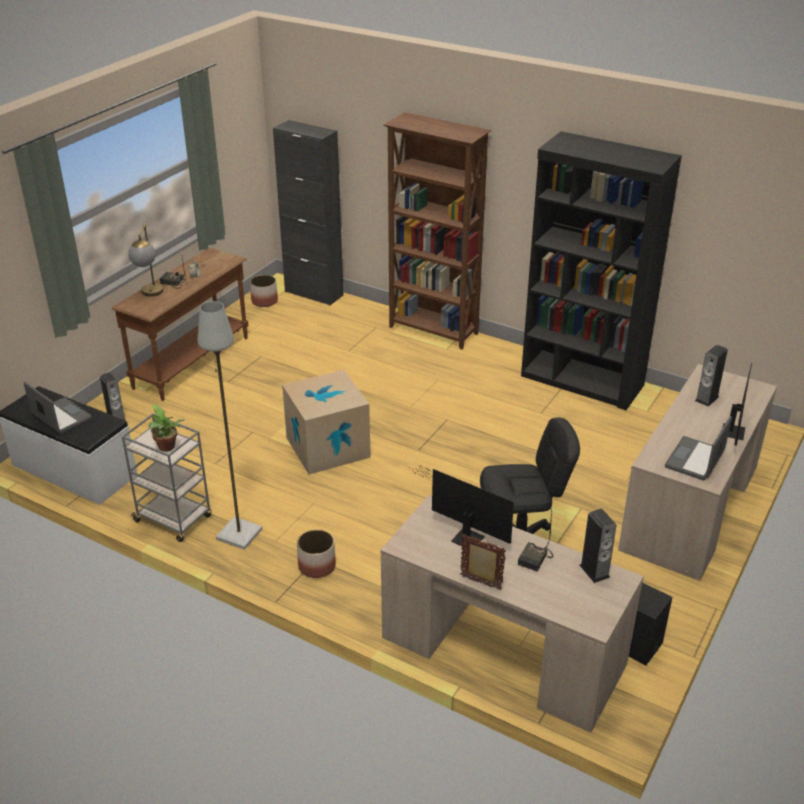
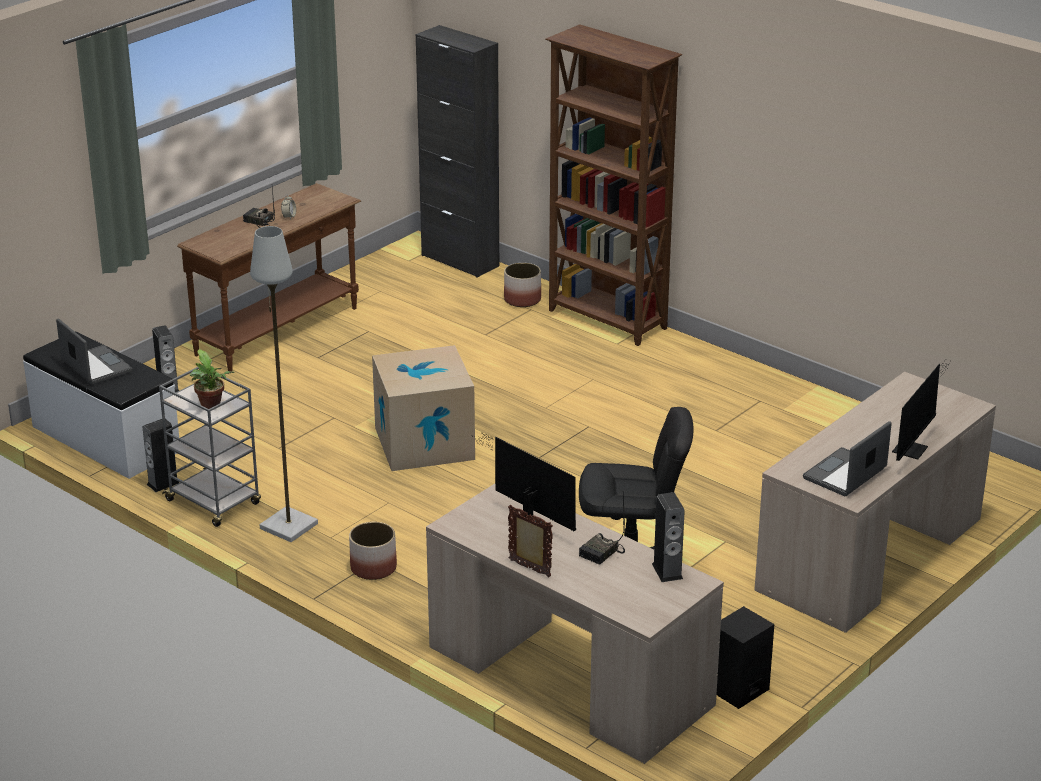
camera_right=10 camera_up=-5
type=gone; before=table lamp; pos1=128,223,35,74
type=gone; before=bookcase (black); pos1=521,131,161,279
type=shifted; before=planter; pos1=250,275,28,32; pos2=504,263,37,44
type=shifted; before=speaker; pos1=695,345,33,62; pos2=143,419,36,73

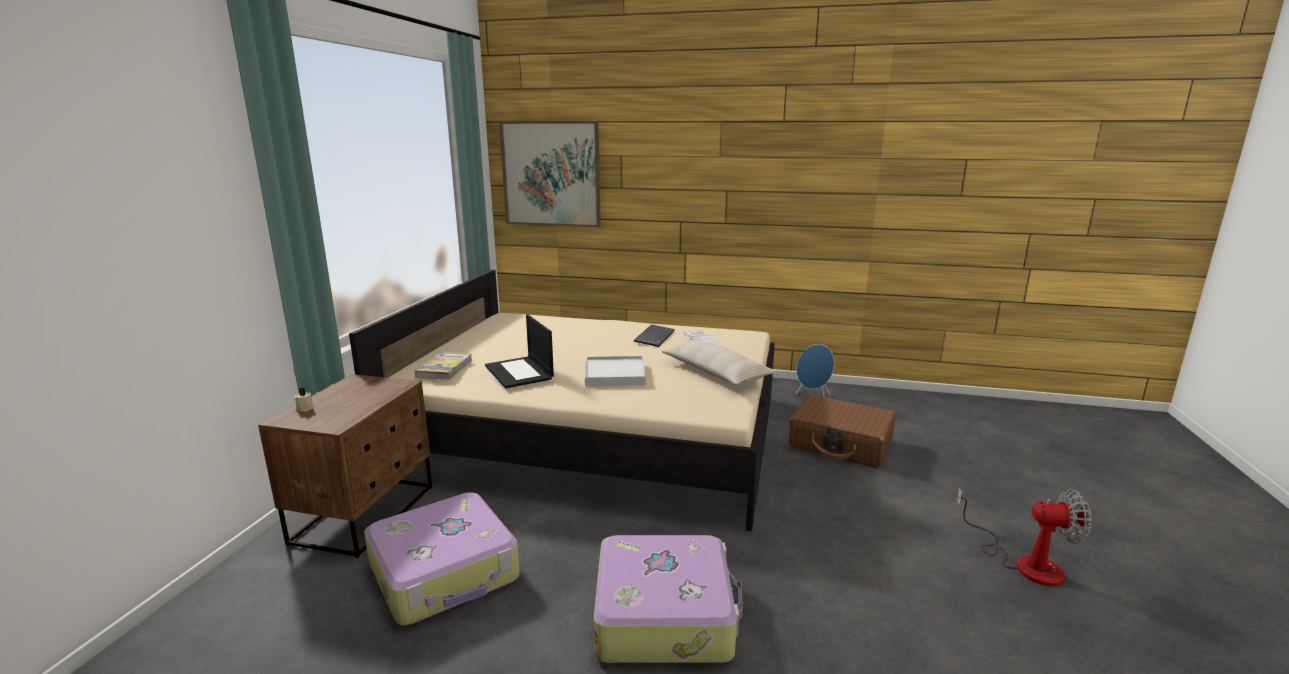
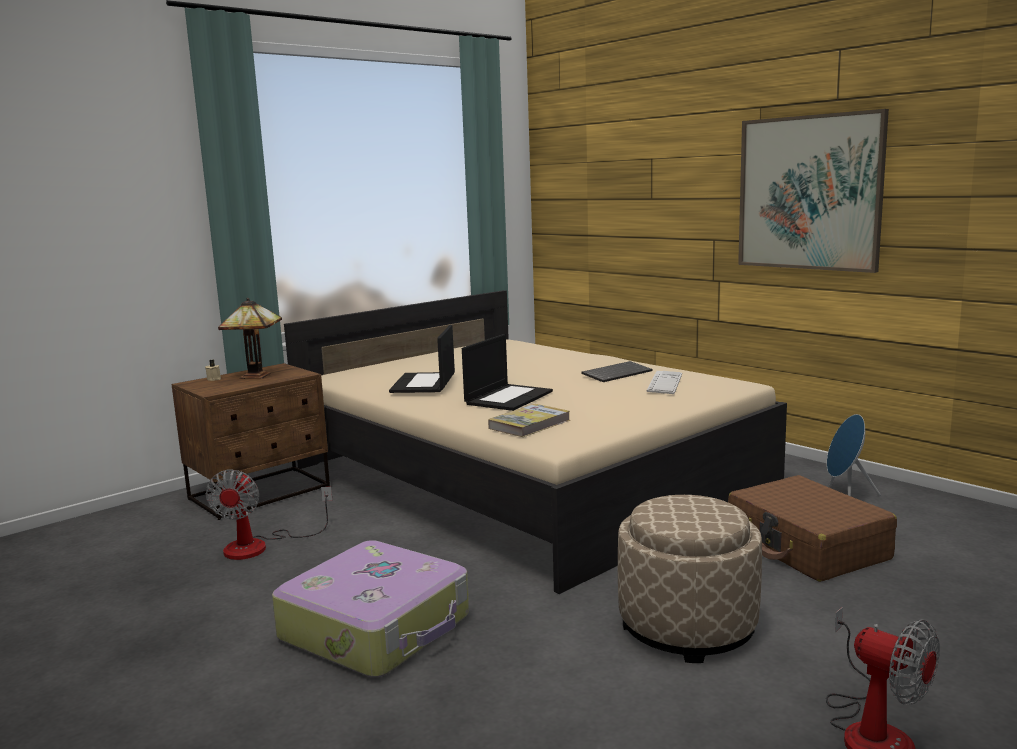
camera_right=35 camera_up=-5
type=gone; before=pillow (beige); pos1=661,340,115,45
type=new; after=table lamp; pos2=218,298,64,81
type=new; after=ottoman (beige); pos2=618,495,144,168
type=shifted; before=book; pos1=415,352,58,28; pos2=488,404,82,33
type=shifted; before=picture; pos1=499,121,102,106; pos2=738,109,151,164
type=swapped; before=suitcase; after=fan; pos1=364,492,156,133; pos2=206,469,126,91
type=swapped; before=tray (white); after=laptop; pos1=585,356,61,30; pos2=462,334,91,77

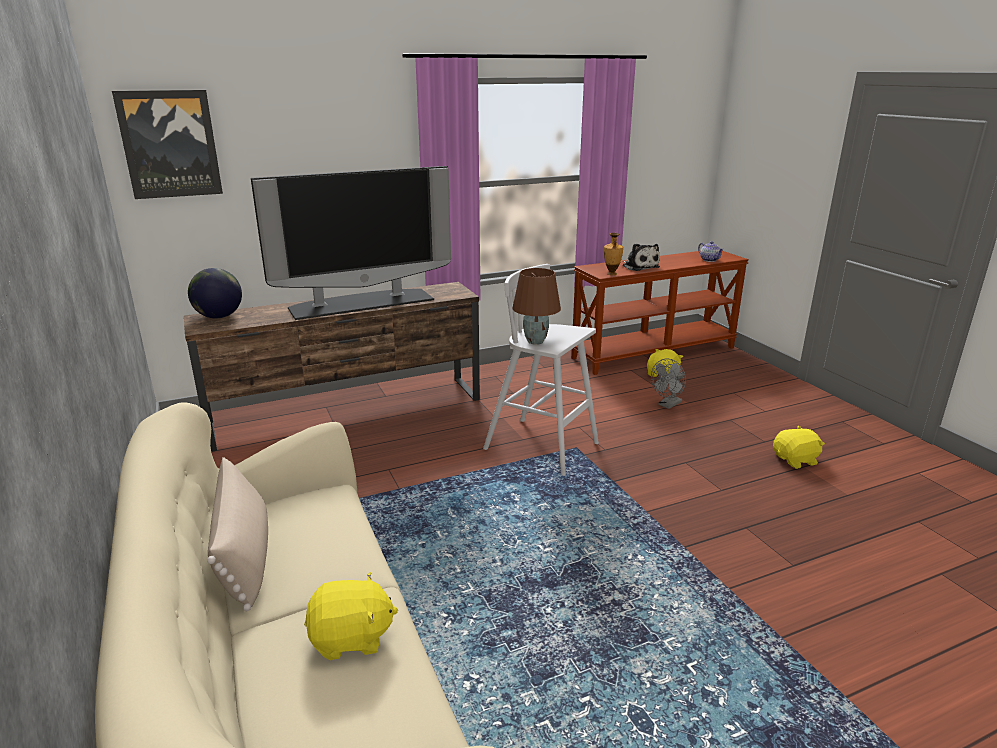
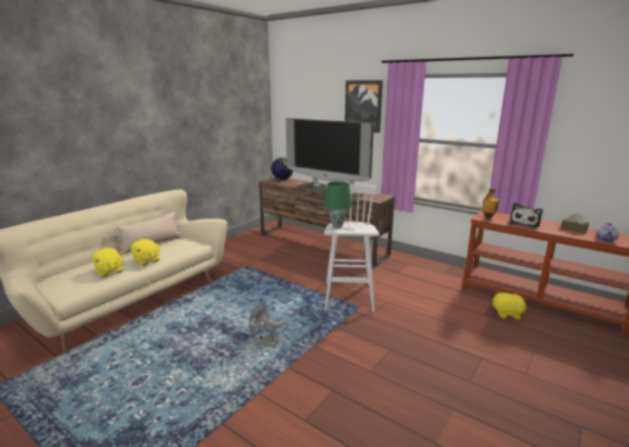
camera_right=60 camera_up=-5
type=new; after=tissue box (brown); pos2=561,213,28,20
type=shifted; before=picture; pos1=112,90,111,109; pos2=345,80,38,53
type=shifted; before=fan (grey); pos1=651,359,35,50; pos2=249,302,32,45
type=shifted; before=plush toy (yellow); pos1=773,425,52,44; pos2=131,239,30,27
type=repainted; before=table lamp (brown); after=table lamp (green); pos1=513,268,48,77; pos2=323,181,29,47

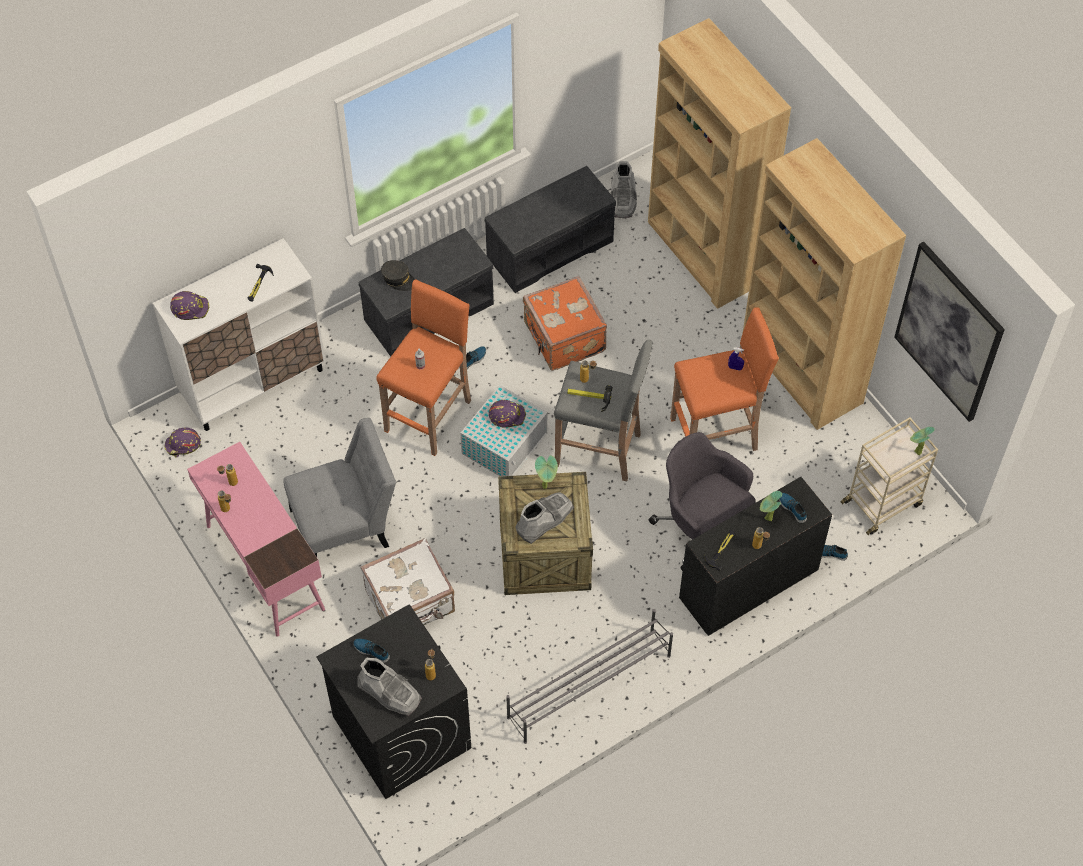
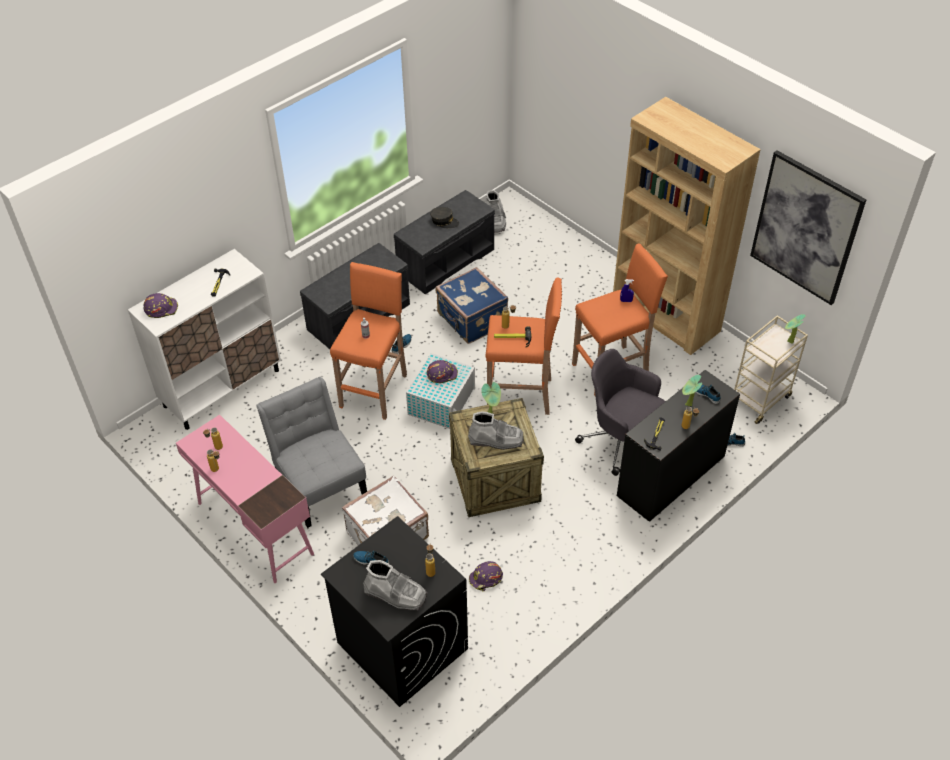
camera_right=-10 camera_up=-10
type=gone; before=shoe rack (grey); pos1=506,609,167,135
type=gone; before=bookcase (brown); pos1=648,18,143,291
type=shifted; before=hard hat (purple); pos1=164,428,37,30; pos2=469,561,34,30
type=shifted; before=cap (grey); pos1=381,260,34,31; pos2=430,207,29,21
type=repainted; before=suitcase (orange); after=suitcase (blue); pos1=523,276,84,95; pos2=436,267,72,77
type=repainted; before=stool (grey); after=stool (orange); pos1=554,340,99,141; pos2=486,277,76,138
type=rotated; before=chair (grey); pos1=283,418,113,139; pos2=256,377,111,151; turn=-90
type=rotated; before=boot (grey); pos1=515,492,59,52; pos2=468,411,56,39; turn=60

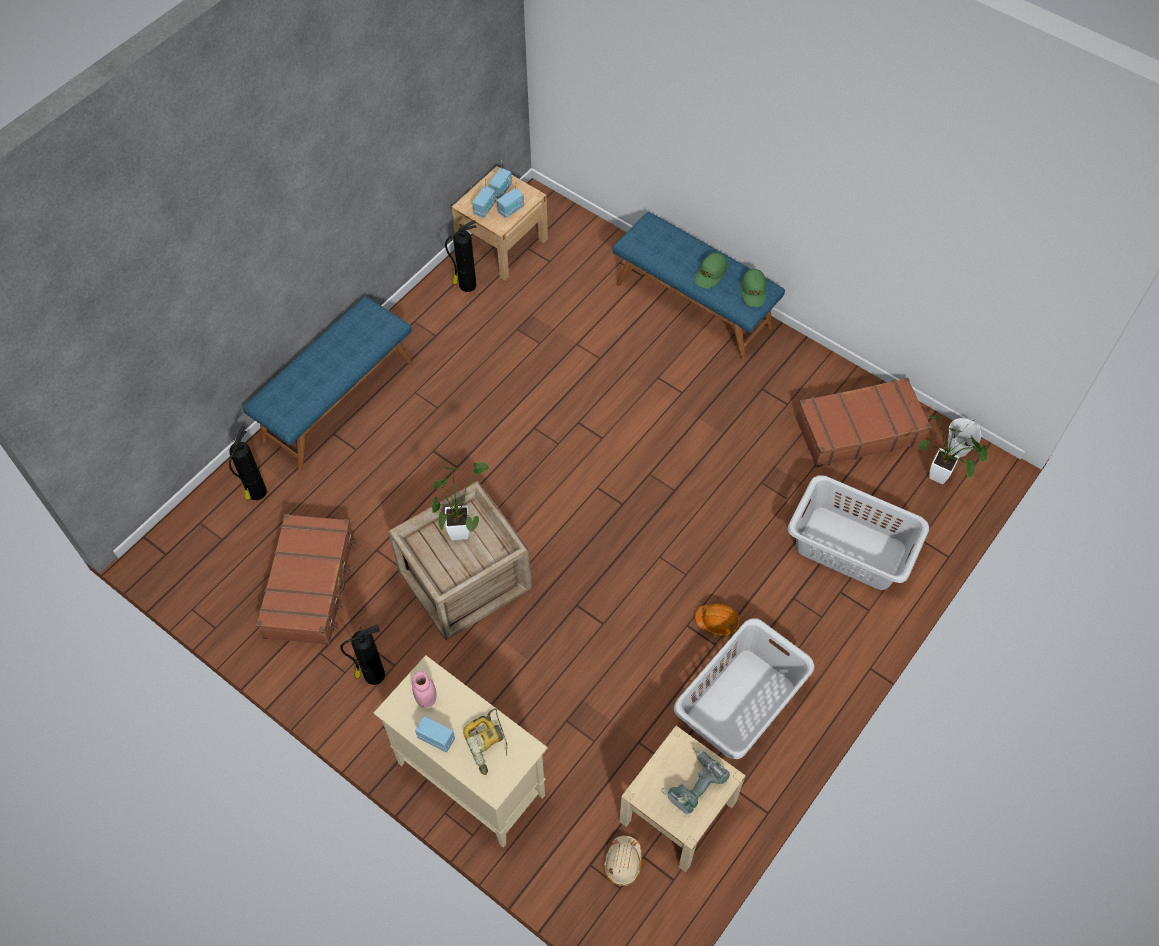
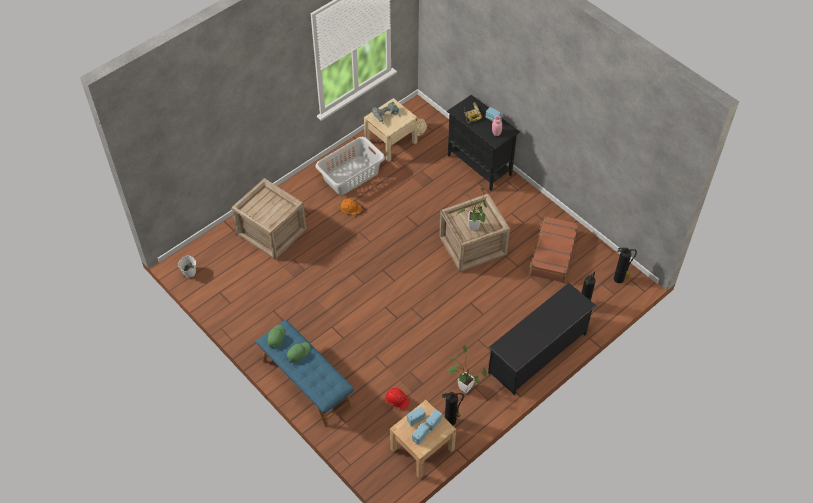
camera_right=-170 camera_up=-5
type=gone; before=suitcase (brown); pos1=796,377,135,90
type=new; after=hard hat (red); pos2=385,388,25,22
type=shifted; before=fire extinguisher; pos1=340,625,45,60; pos2=614,247,23,36
type=shifted; before=potted plant; pos1=917,415,71,69; pos2=447,345,40,48
type=swapped; before=bench (blue); after=shoe rack (black); pos1=243,297,170,173; pos2=488,283,109,112
type=swapped; before=laundry basket (grey); after=crate; pos1=788,475,141,115; pos2=231,178,76,82
type=repainted; before=cabinet (beige); after=cabinet (black); pos1=374,655,174,193; pos2=447,95,73,95

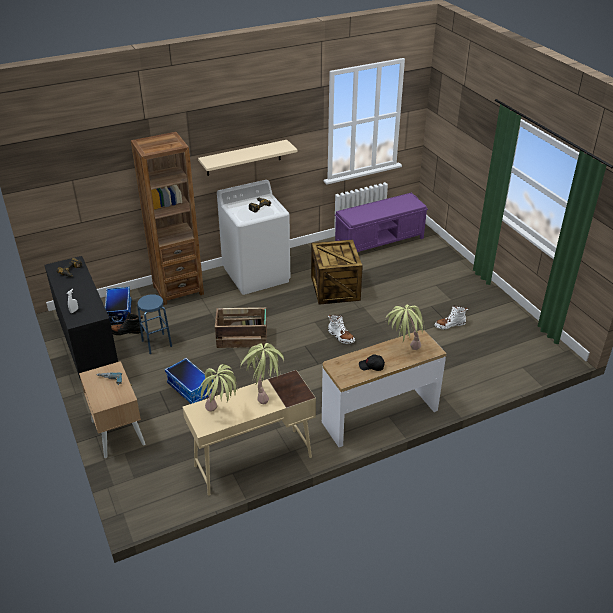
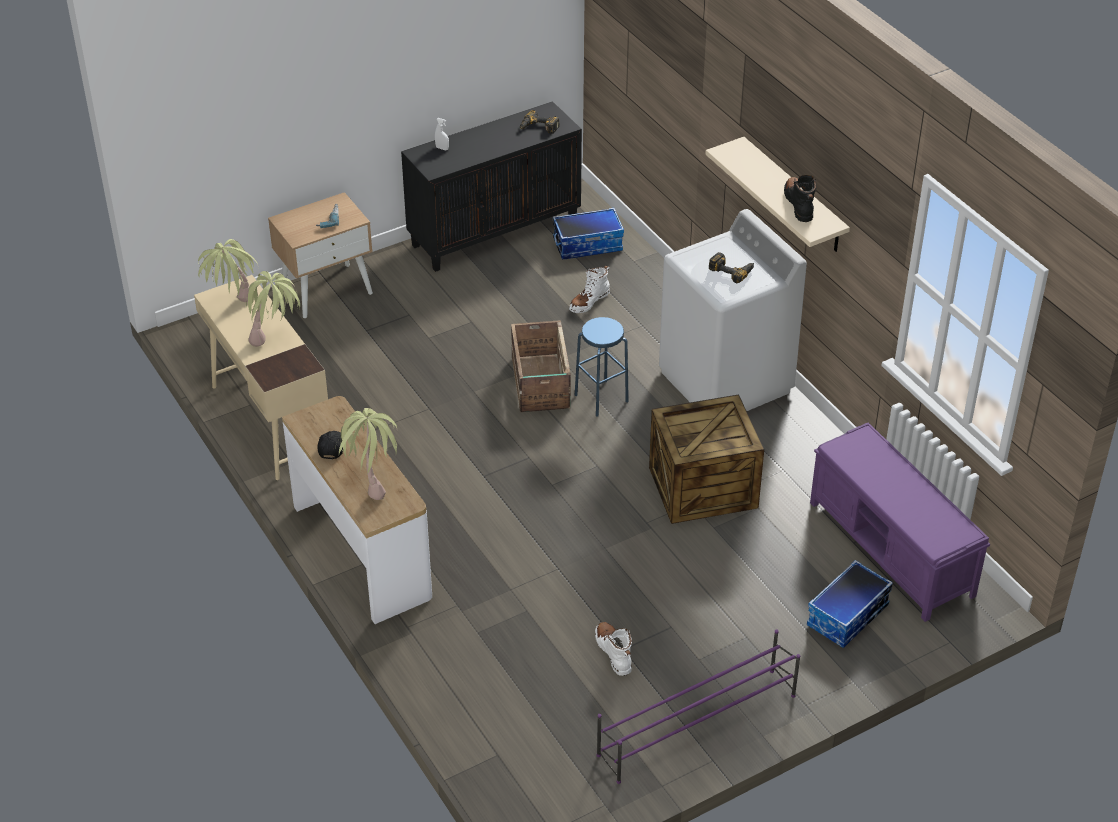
camera_right=85 camera_up=5
type=gone; before=bookcase (brown); pos1=131,132,73,173
type=new; after=shoe rack (purple); pos2=596,630,204,154
type=shifted; before=boot (black); pos1=111,313,33,22; pos2=784,175,33,47
type=shifted; before=stool (blue); pos1=137,294,35,60; pos2=575,317,54,100
type=shifted; before=storage box; pos1=165,358,48,46; pos2=807,560,86,88
type=shifted; before=boot (white); pos1=328,314,27,30; pos2=569,266,41,47

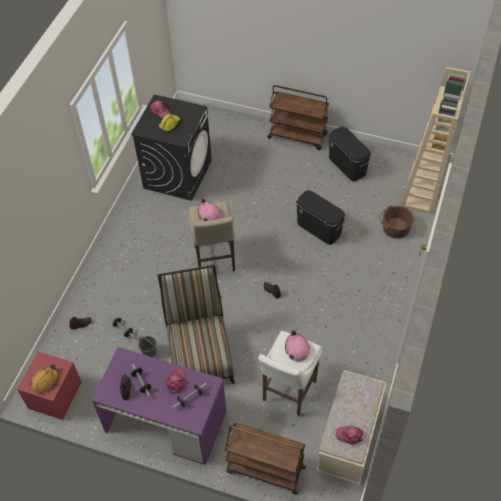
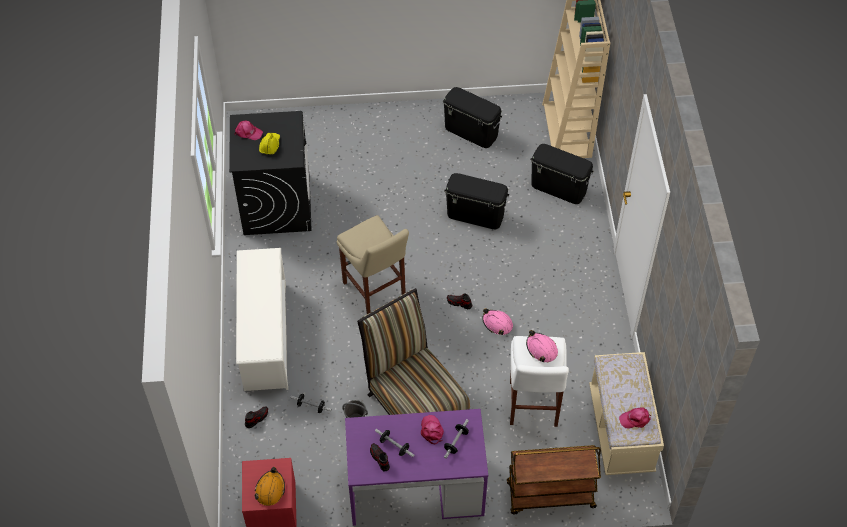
camera_right=-25 camera_up=0
type=gone; before=cart (brown); pos1=268,85,61,65
type=new; after=shoe rack (white); pos2=236,248,52,143
type=shifted; before=hard hat (pink); pos1=198,198,22,23; pos2=482,308,31,27
type=swapped; before=bucket (brown); after=storage box (black); pos1=379,205,35,34; pos2=530,144,64,60

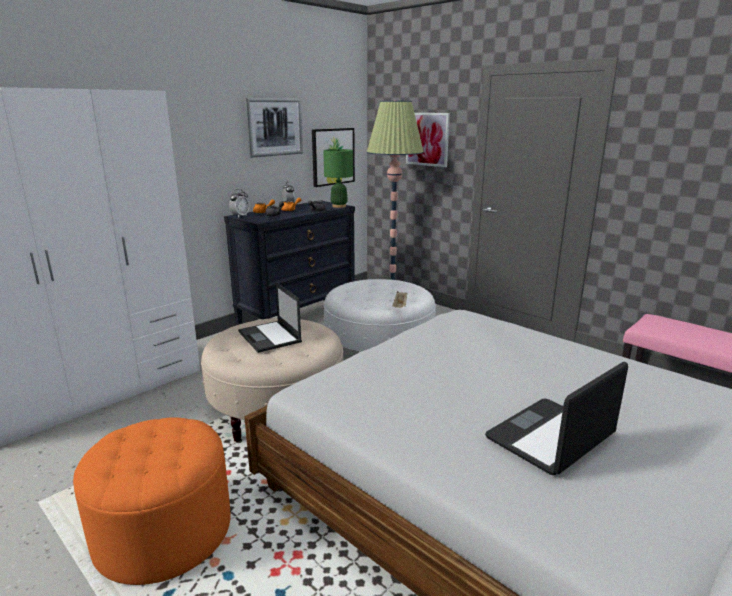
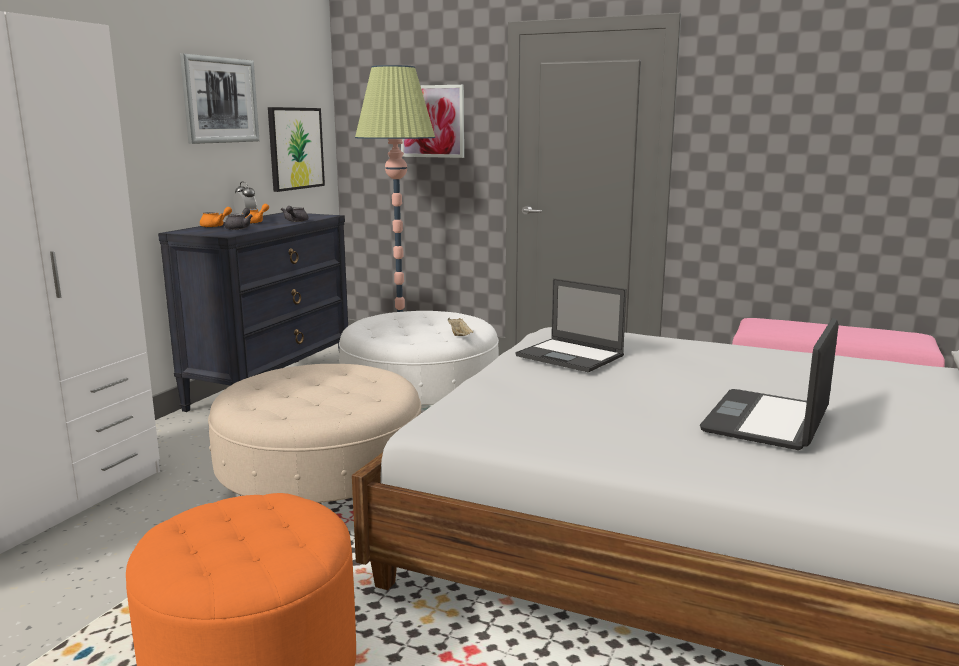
camera_right=-20 camera_up=-5
type=gone; before=alarm clock; pos1=229,189,21,29
type=gone; before=table lamp (green); pos1=323,148,30,60
type=shifted; before=laptop; pos1=238,282,64,71; pos2=516,278,111,94

